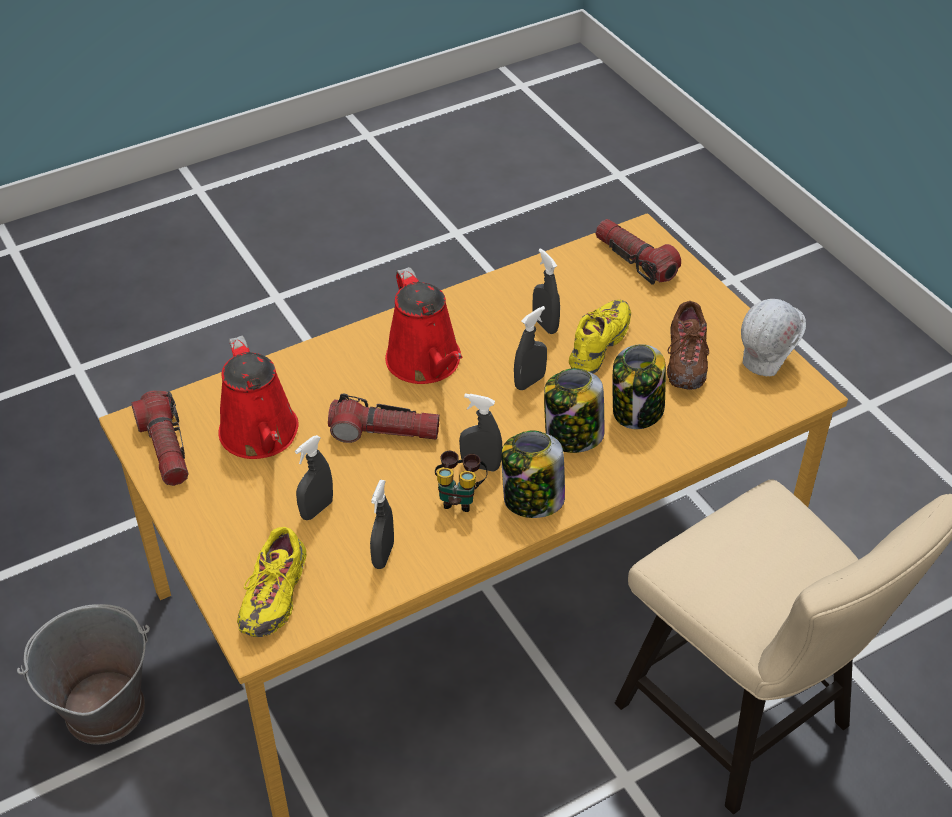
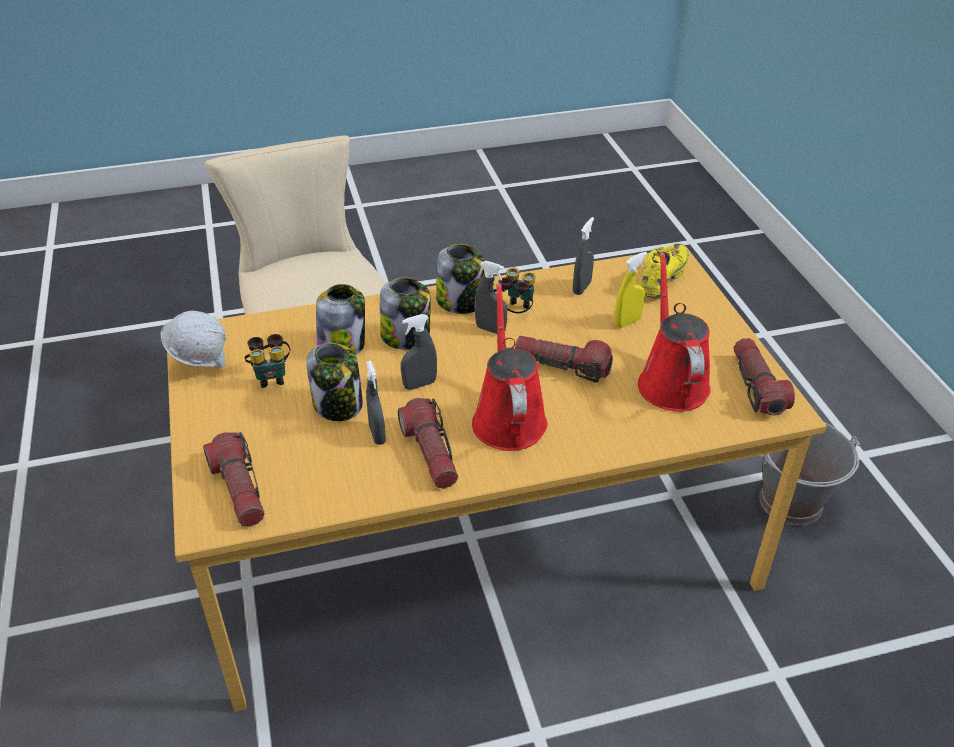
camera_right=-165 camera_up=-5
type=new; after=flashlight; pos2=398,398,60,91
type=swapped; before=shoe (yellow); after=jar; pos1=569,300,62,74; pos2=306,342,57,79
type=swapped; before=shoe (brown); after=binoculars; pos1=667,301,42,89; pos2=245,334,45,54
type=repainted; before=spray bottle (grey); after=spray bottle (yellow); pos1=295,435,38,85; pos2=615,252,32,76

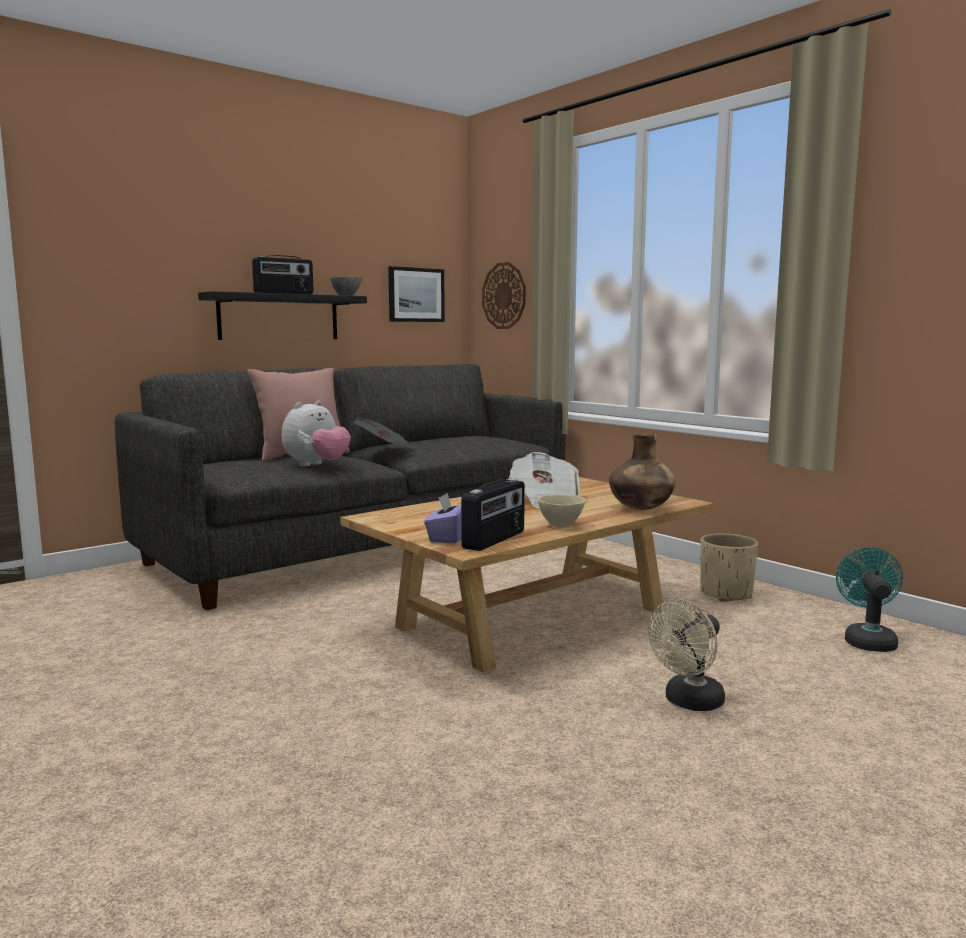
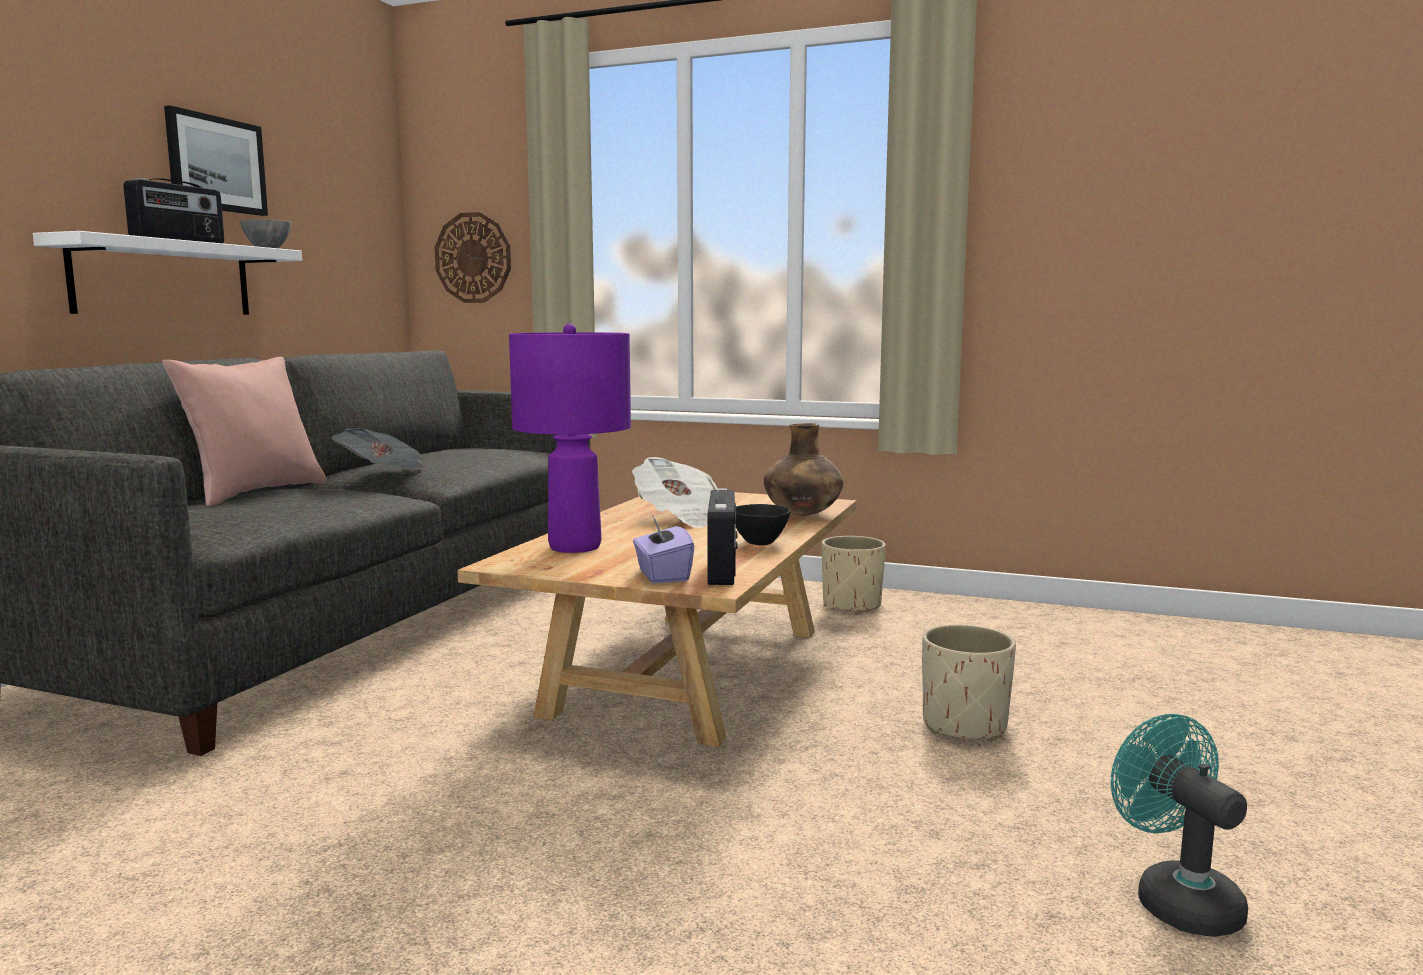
camera_right=-30 camera_up=0
type=gone; before=plush toy; pos1=282,401,69,66
type=new; after=table lamp (purple); pos2=509,324,122,229
type=shifted; before=picture; pos1=388,266,57,56; pos2=164,105,104,111
type=shifted; before=fan (turquoise); pos1=836,547,67,105; pos2=1111,714,137,223
type=swapped; before=fan (beige); after=planter (beige); pos1=648,599,77,112; pos2=922,625,94,117
type=repainted; before=shelf (black); after=shelf (white); pos1=198,291,169,49; pos2=33,231,269,84
type=repainted; before=bowl (beige); after=bowl (black); pos1=538,495,48,32; pos2=735,504,56,41

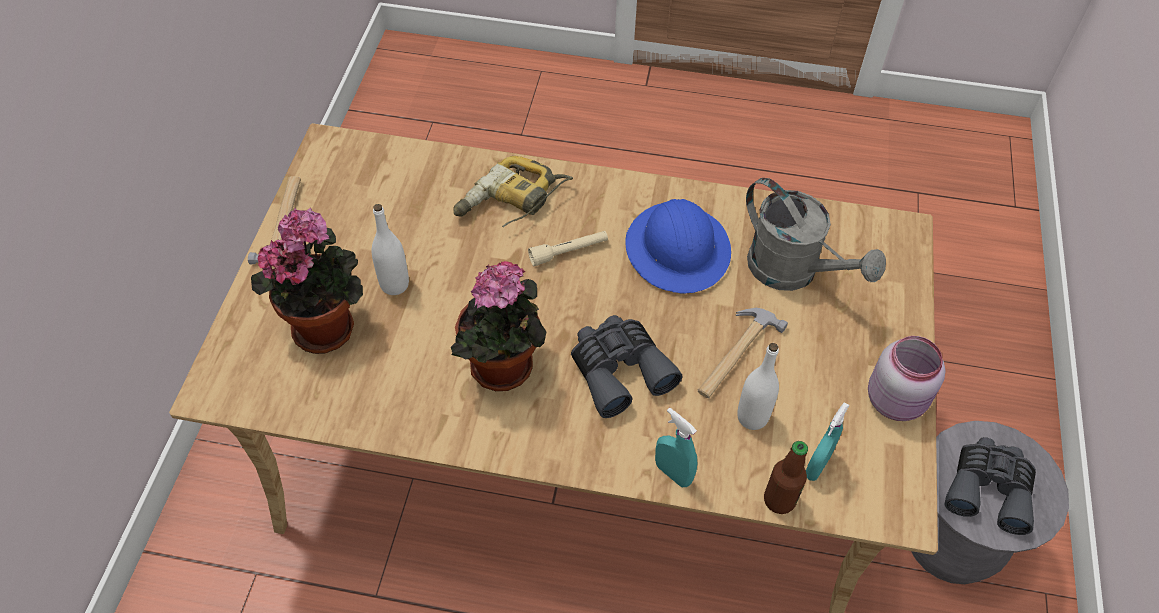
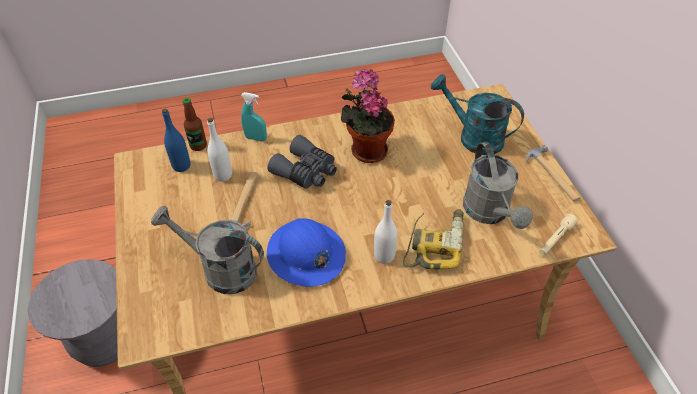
camera_right=155 camera_up=-5
type=gone; before=jar (pink); pos1=868,336,77,85
type=gone; before=binoculars (grey); pos1=944,437,92,98
type=new; after=watering can (grey); pos2=463,142,70,87
type=shifted; before=bottle (white); pos1=372,204,37,91; pos2=374,200,23,64
type=shifted; before=flashlight (beige); pos1=528,231,80,35; pos2=539,214,39,42
type=swapped; before=potted plant; after=watering can (turquoise); pos1=251,207,112,147; pos2=431,74,93,81
type=swapped; before=spray bottle (turquoise); after=bottle (blue); pos1=806,402,43,79; pos2=162,109,28,63

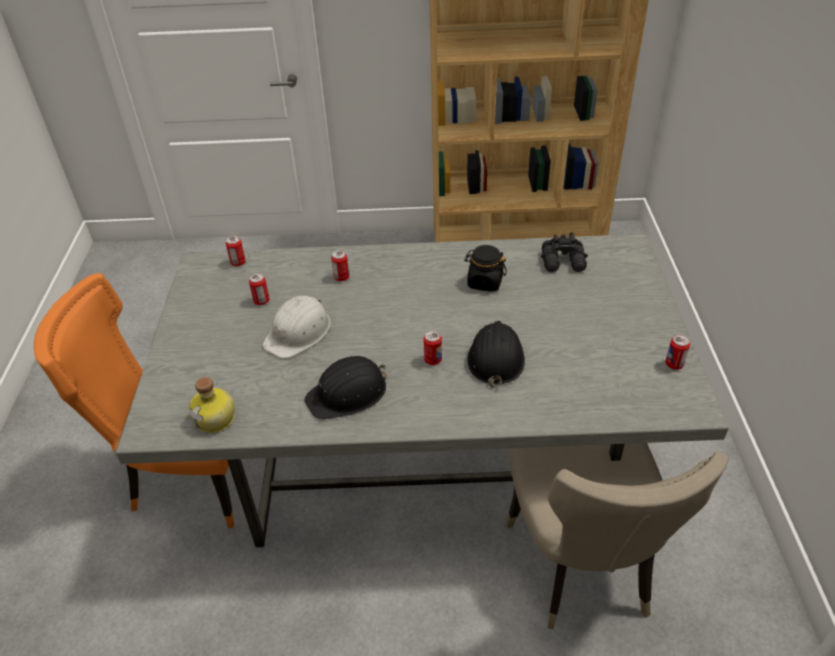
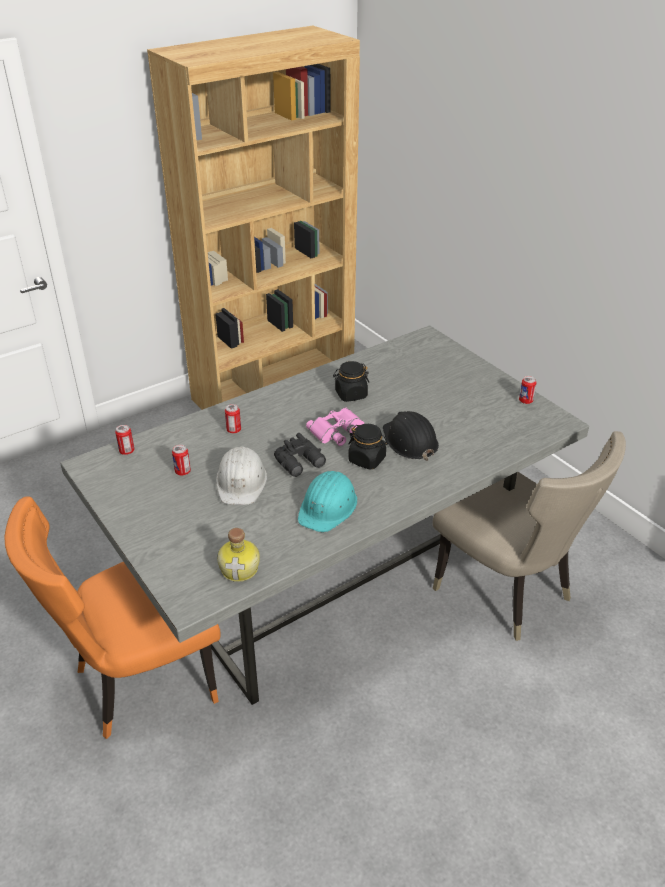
camera_right=-35 camera_up=-5
type=new; after=binoculars (pink); pos2=306,407,58,39
type=shifted; before=binoculars (black); pos1=541,232,47,40; pos2=274,433,52,44
type=swapped; before=can; after=jar (black); pos1=423,331,19,34; pos2=348,424,40,46
type=repainted; before=hard hat (black); after=hard hat (turquoise); pos1=304,356,83,63; pos2=298,471,60,61

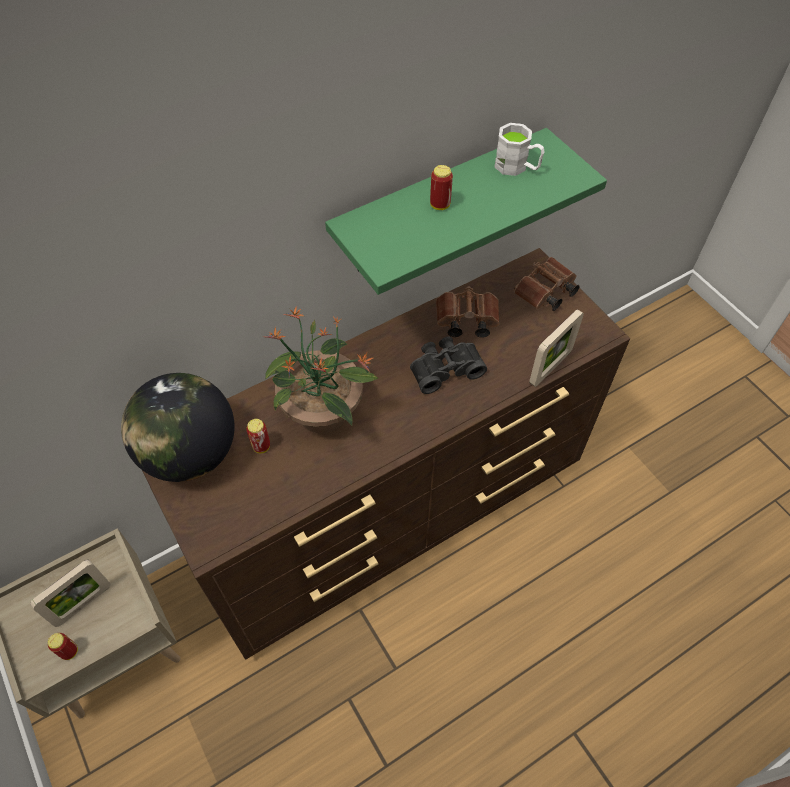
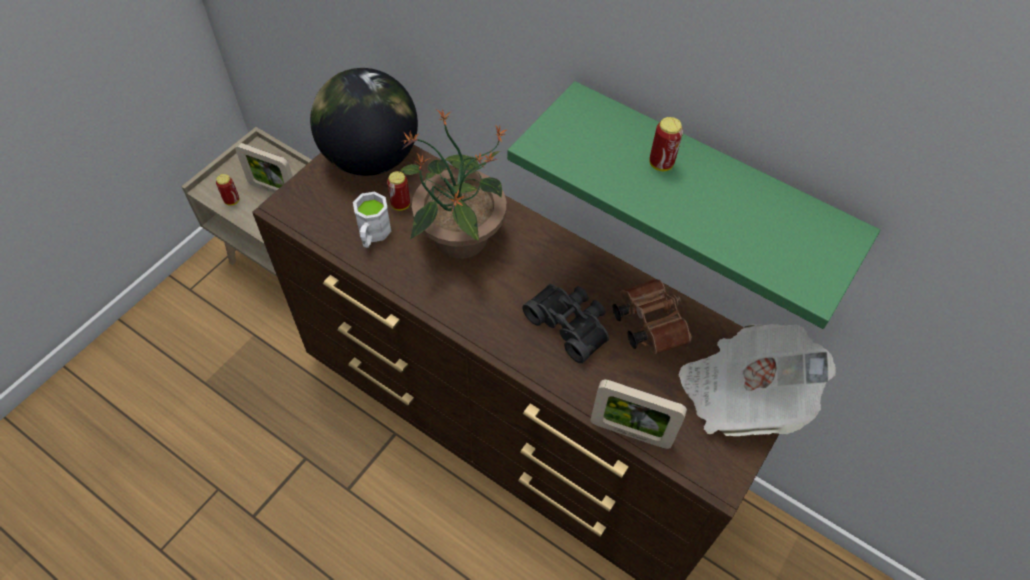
camera_right=65 camera_up=0
type=shifted; before=mug (white); pos1=494,123,50,53; pos2=353,191,39,57
type=swapped; before=binoculars (brown); after=newspaper; pos1=514,257,66,54; pos2=678,324,158,112

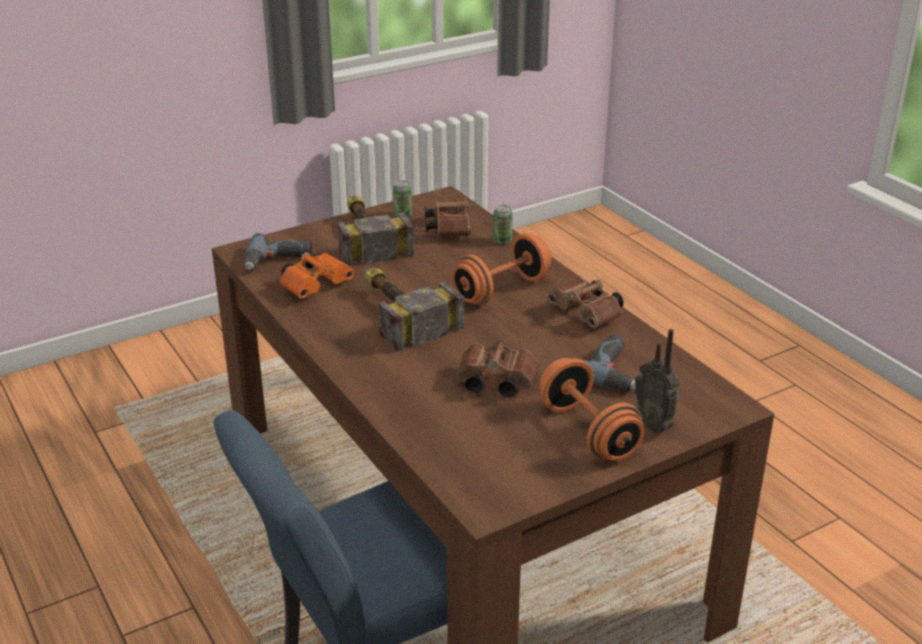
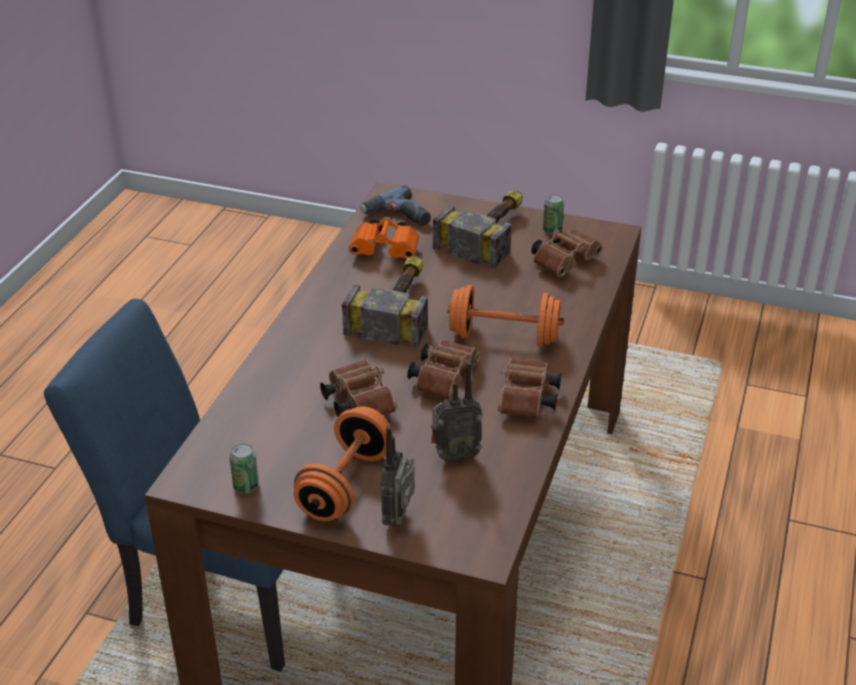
camera_right=50 camera_up=5
type=new; after=binoculars (brown); pos2=407,340,74,60
type=shifted; before=can; pos1=493,205,20,39; pos2=229,443,30,51
type=swapped; before=power drill; after=radio; pos1=573,335,63,57; pos2=431,362,52,102

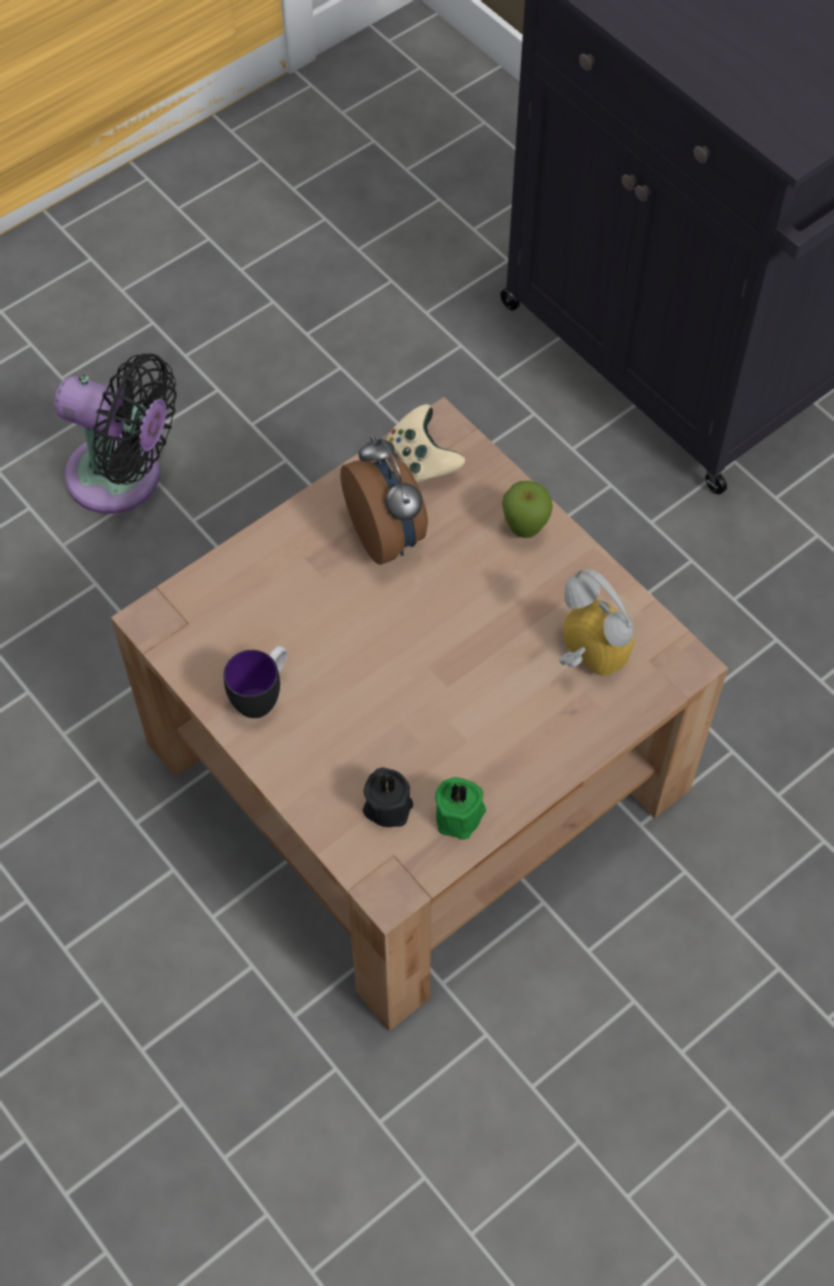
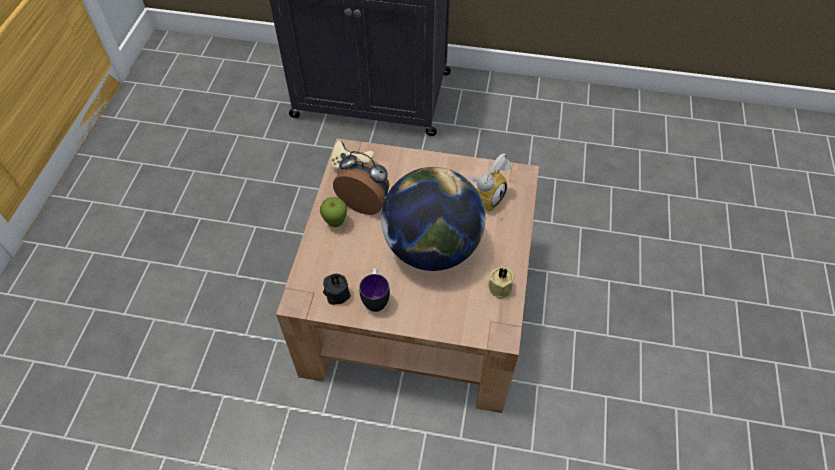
camera_right=-40 camera_up=-5
type=gone; before=fan (black); pos1=54,353,123,161
type=new; after=globe; pos2=381,167,104,104
type=shifted; before=candle (black); pos1=363,768,50,59; pos2=323,274,28,31
type=shifted; before=apple; pos1=502,481,51,57; pos2=320,197,27,30
type=repainted; before=candle (green); after=candle (beige); pos1=435,777,51,63; pos2=488,267,25,32
type=rotated; before=alarm clock; pos1=559,569,75,107; pos2=468,153,43,59; turn=120

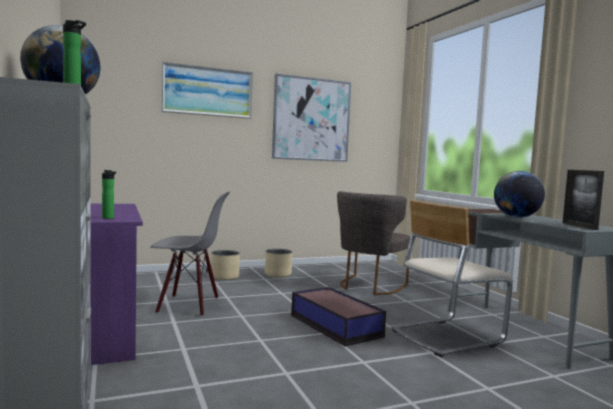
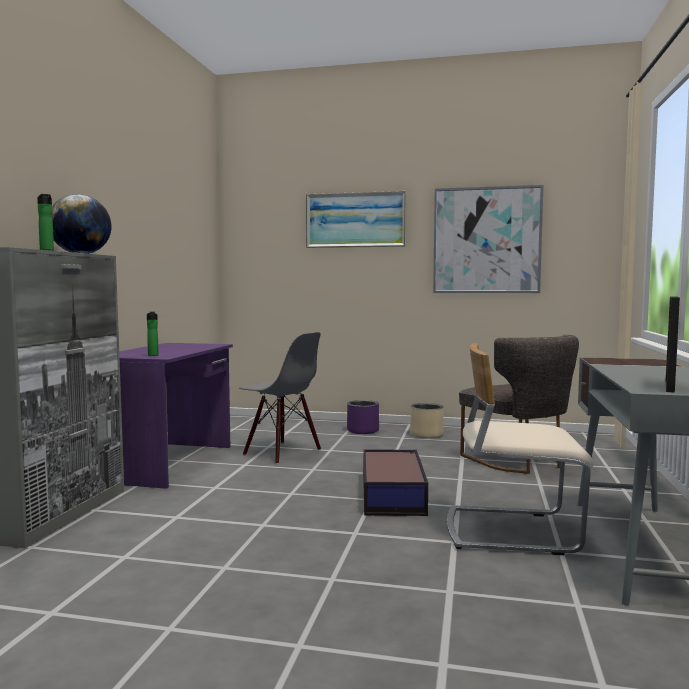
camera_right=35 camera_up=0
type=gone; before=globe; pos1=494,171,51,47
type=repainted; before=planter (beige); after=planter (purple); pos1=211,250,29,30; pos2=347,400,32,34
type=rotated; before=chair (grey); pos1=337,191,74,104; pos2=459,335,120,139; turn=-90

